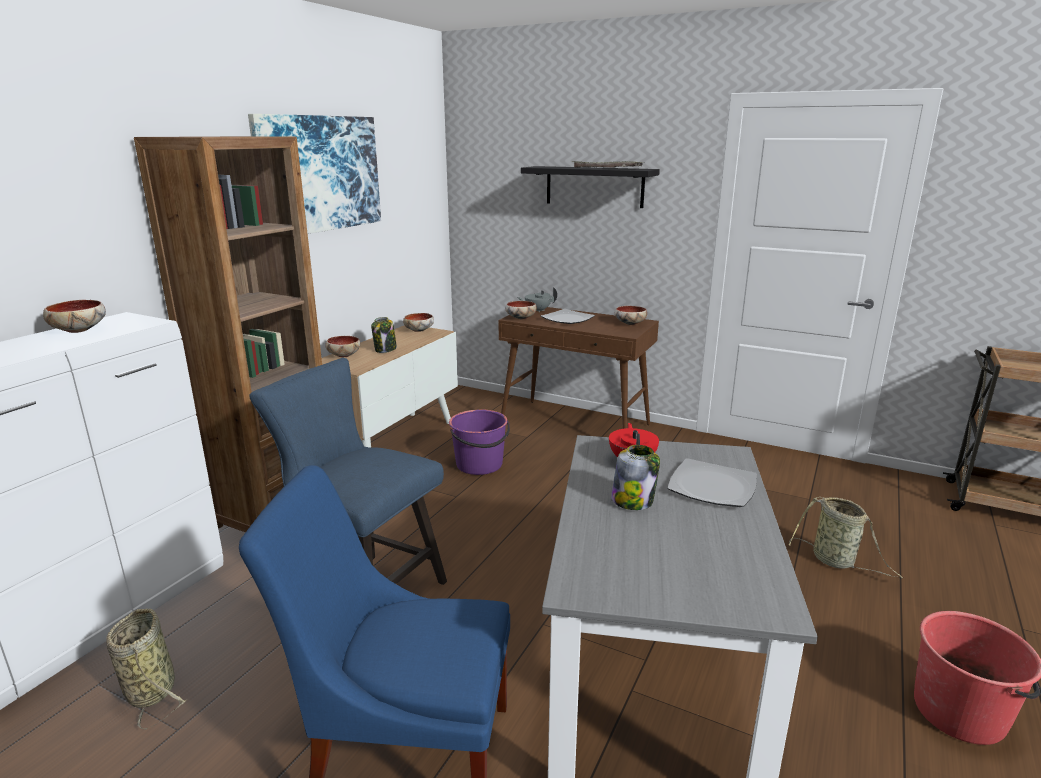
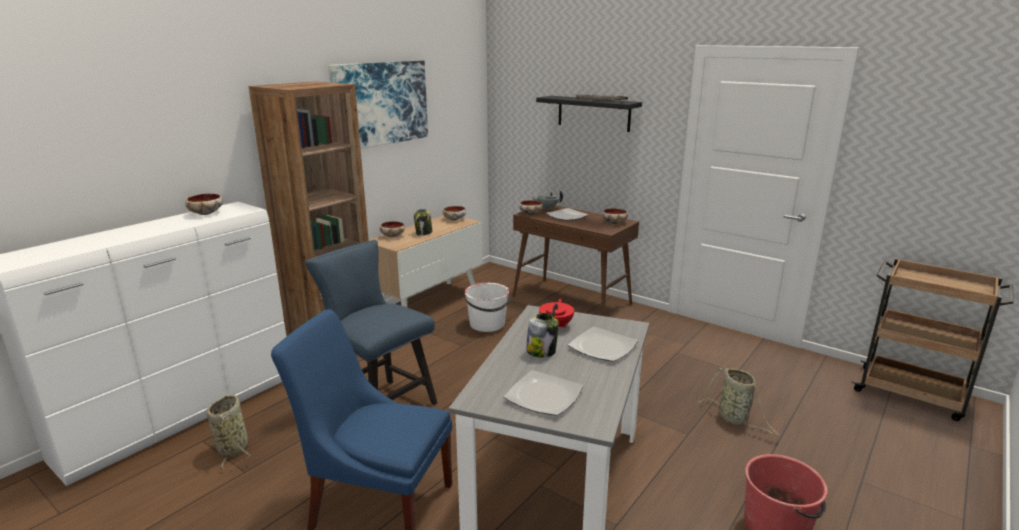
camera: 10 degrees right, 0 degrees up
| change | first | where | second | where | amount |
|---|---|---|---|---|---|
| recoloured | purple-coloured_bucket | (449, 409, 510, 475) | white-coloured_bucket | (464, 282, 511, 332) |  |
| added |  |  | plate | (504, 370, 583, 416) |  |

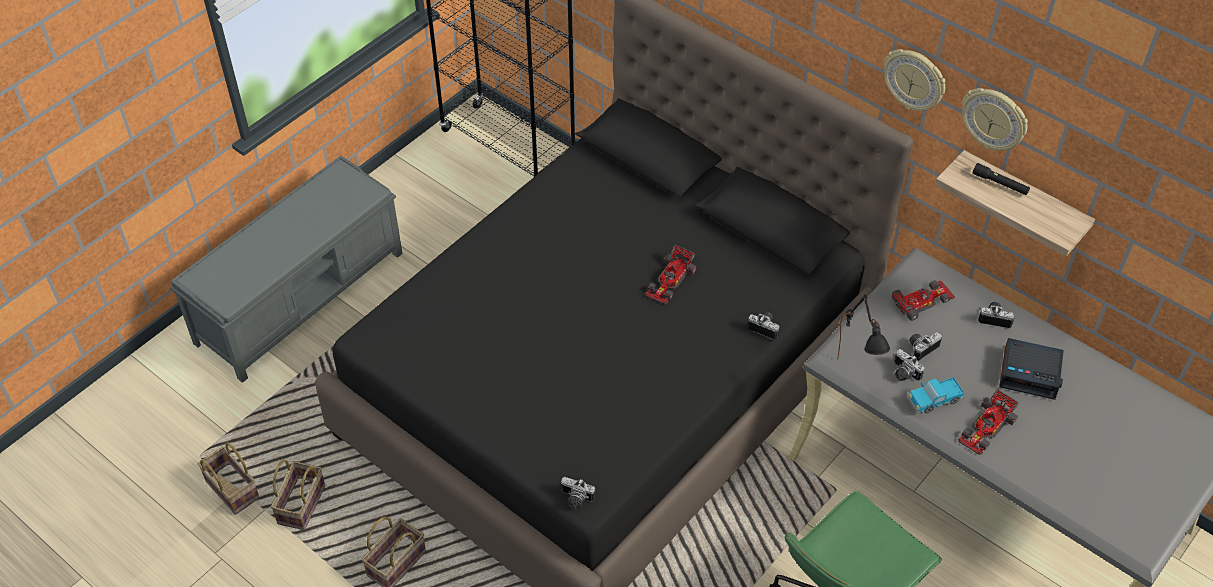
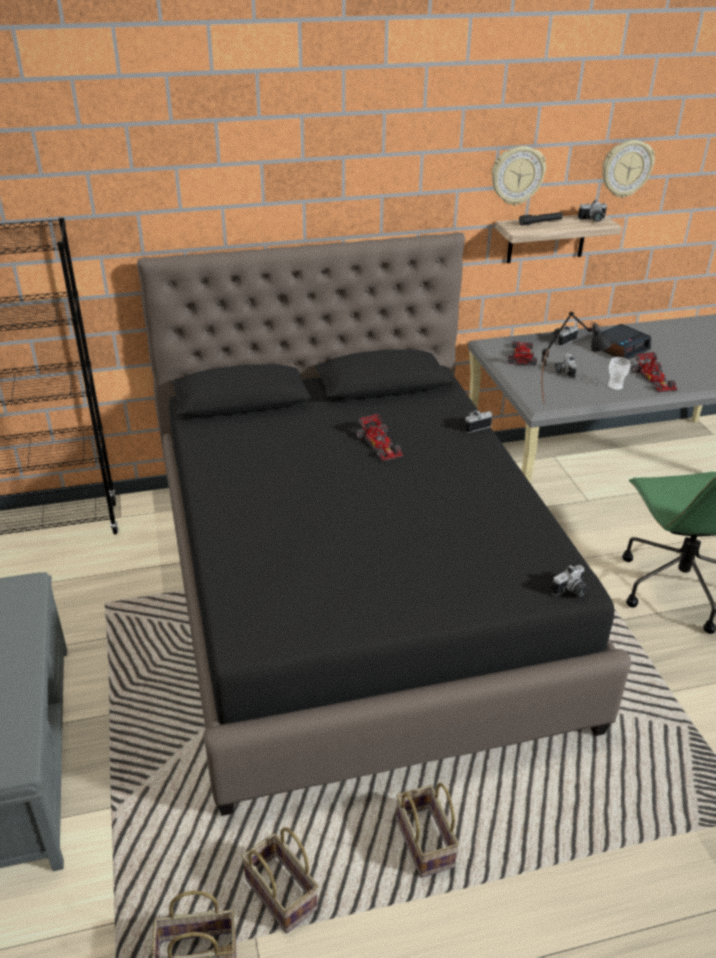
camera: 55 degrees left, 15 degrees down
| change | first | where | second | where | amount |
|---|---|---|---|---|---|
| moved | hanging_clock | (884, 49, 945, 111) |  | (603, 140, 655, 198) |  |
| moved | still_camera | (894, 349, 925, 381) |  | (578, 200, 607, 222) |  |
| replaced | model_truck | (908, 377, 964, 413) | cup | (608, 357, 630, 390) |  |

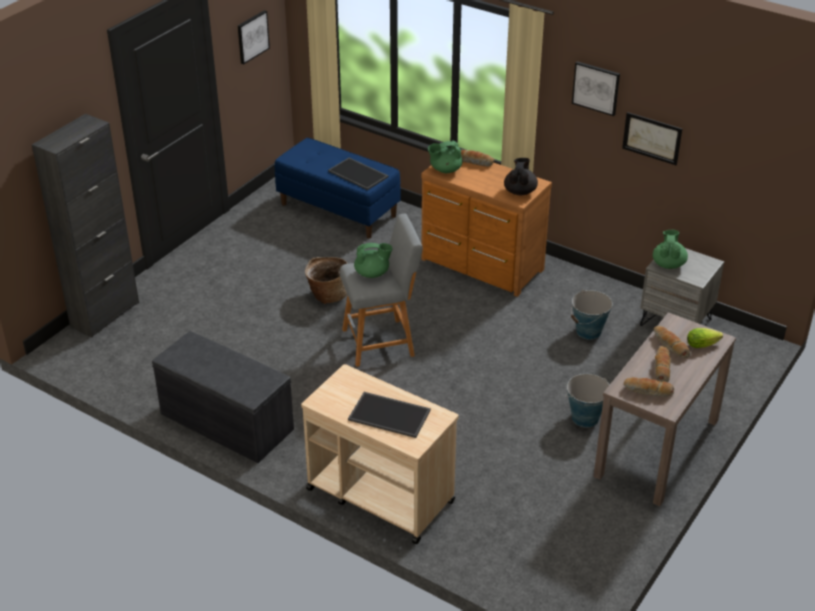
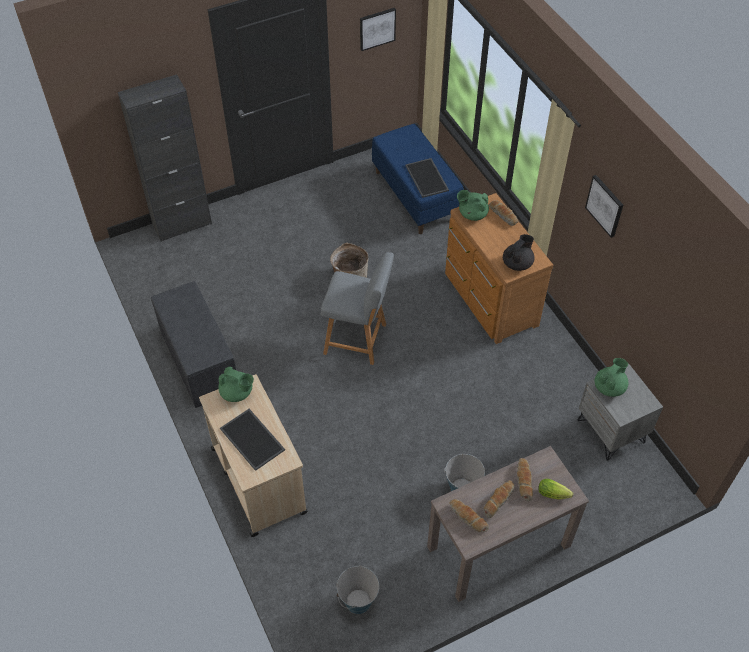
camera: 30 degrees right, 15 degrees up
| change | first | where | second | where | amount |
|---|---|---|---|---|---|
| removed | picture | (622, 112, 682, 165) |  |  |  |
| moved | green_teapot | (354, 243, 393, 278) |  | (218, 367, 254, 402) |  |
| moved | bucket | (571, 290, 612, 340) |  | (337, 566, 379, 614) |  |

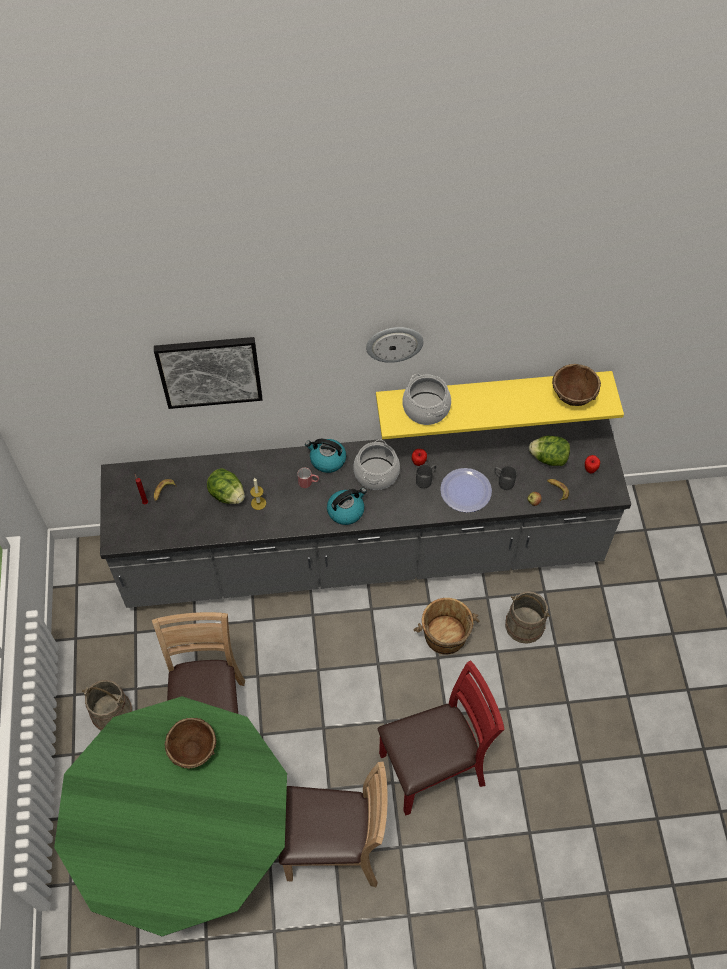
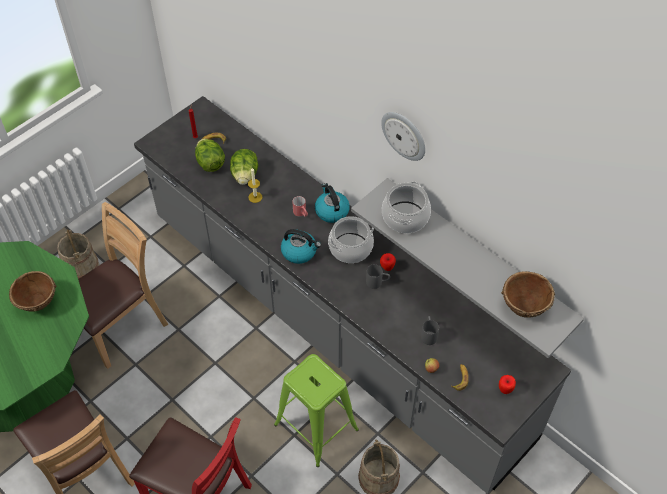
camera: 50 degrees right, 5 degrees down
| change | first | where | second | where | amount |
|---|---|---|---|---|---|
| removed | picture | (154, 337, 262, 409) |  |  |  |
| recoloured | yellowish_wall_shelf | (376, 371, 624, 439) | gray_wall_shelf | (351, 178, 584, 358) |  |
| moved | lettuce | (529, 436, 570, 466) |  | (195, 139, 225, 172) |  |
| removed | plate | (440, 468, 492, 512) |  |  |  |
| replaced | brown-coloured_bucket | (414, 598, 479, 655) | green_stool | (274, 354, 359, 467) |  |

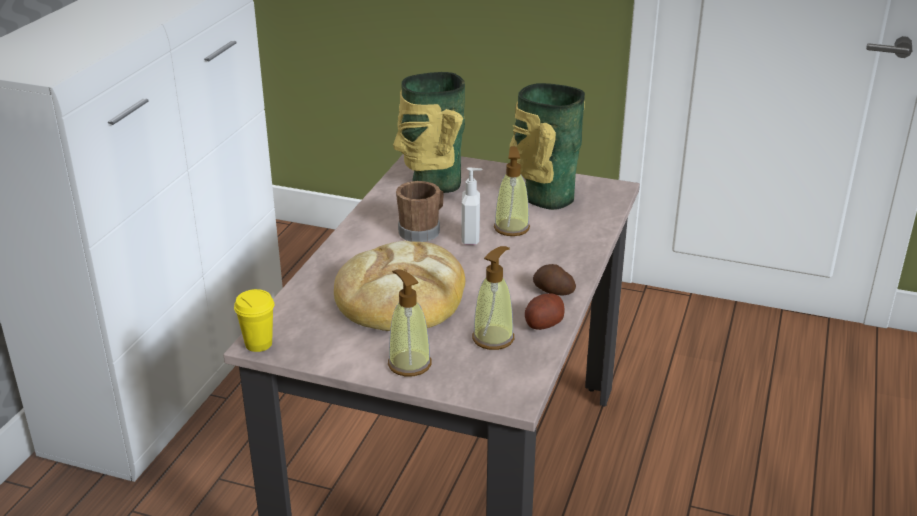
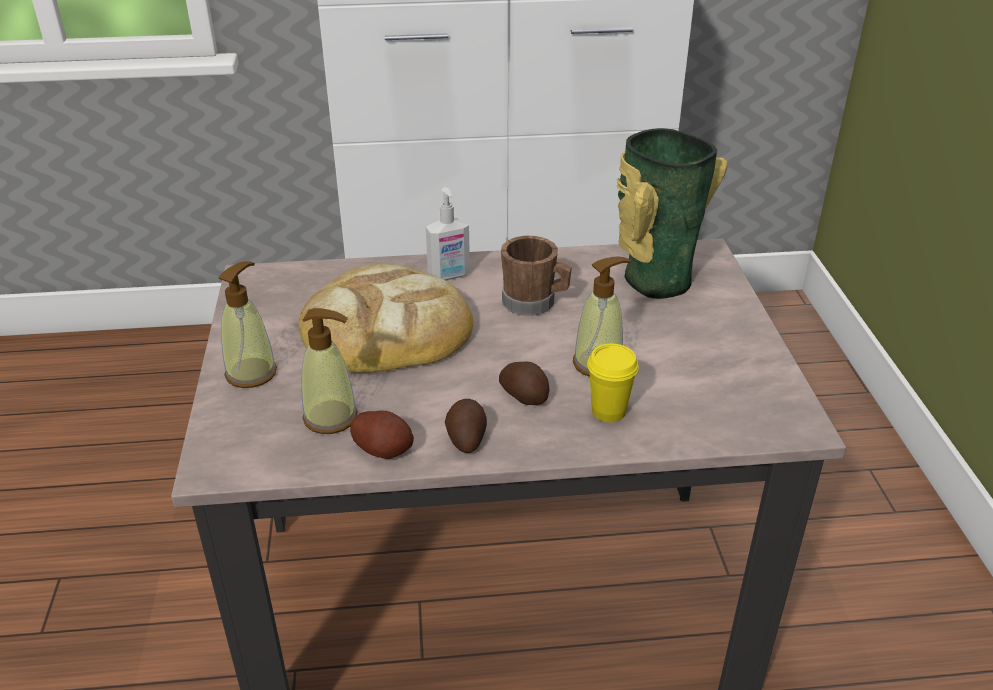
camera: 65 degrees right, 5 degrees up
| change | first | where | second | where | amount |
|---|---|---|---|---|---|
| removed | vase | (509, 83, 585, 210) |  |  |  |
| moved | liquid_soap_bottle | (462, 167, 482, 245) |  | (426, 187, 470, 280) |  |
| moved | yellowish_cup | (234, 289, 274, 352) |  | (587, 344, 639, 422) |  |
| added |  |  | whole_potato | (499, 361, 549, 405) |  |

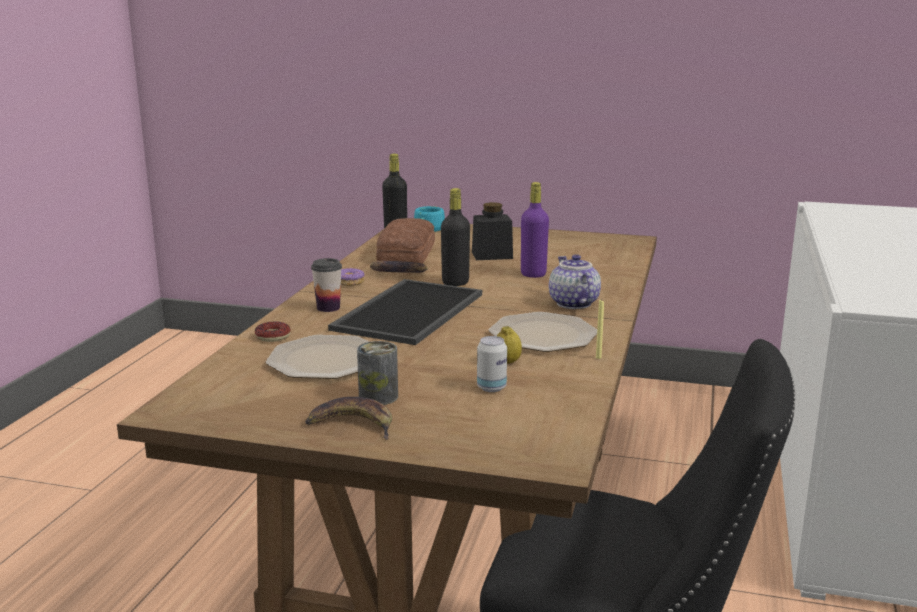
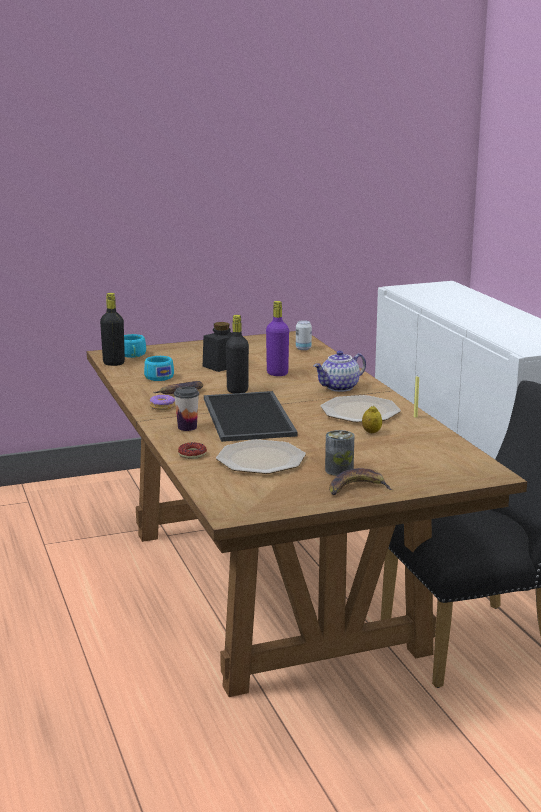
camera: 35 degrees left, 0 degrees up
| change | first | where | second | where | amount |
|---|---|---|---|---|---|
| replaced | bakery_bread | (376, 218, 435, 264) | blue-green_cup | (144, 356, 174, 381) |  |
| turned | teapot | (549, 254, 601, 309) |  | (313, 350, 366, 392) | 75 degrees counterclockwise |
| moved | metal_can | (477, 336, 507, 392) |  | (296, 320, 312, 350) |  |

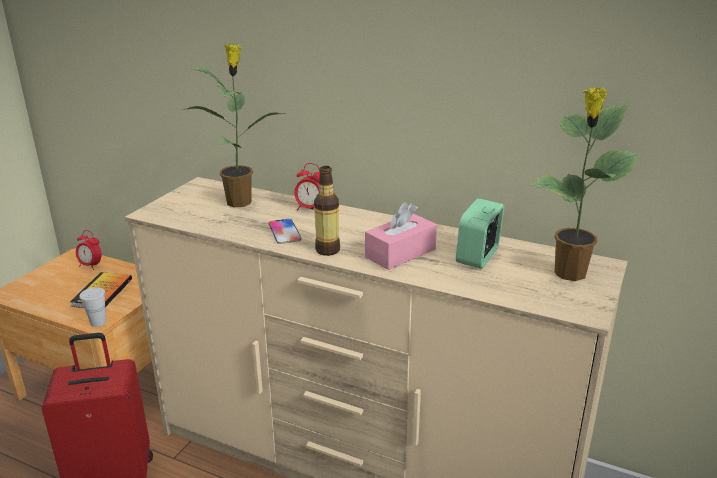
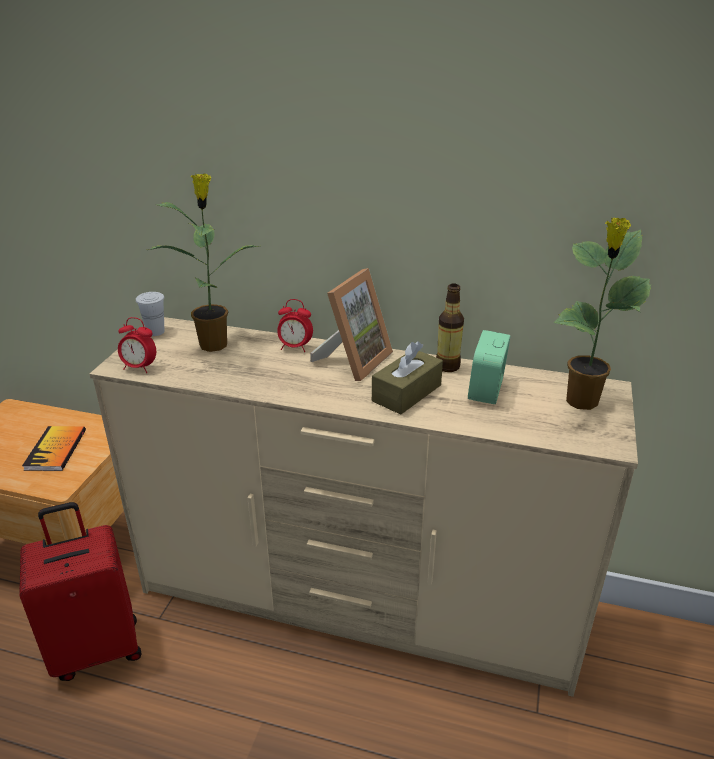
camera: 10 degrees left, 5 degrees up
| change | first | where | second | where | amount |
|---|---|---|---|---|---|
| moved | beverage_bottle | (314, 166, 340, 256) |  | (436, 283, 464, 372) |  |
| recoloured | pink_tissue_holder | (365, 203, 437, 270) | brown-coloured_tissue_holder | (372, 341, 443, 415) |  |
| removed | handset | (269, 219, 301, 244) |  |  |  |
| moved | table_clock | (76, 230, 102, 270) |  | (118, 317, 156, 373) |  |
| moved | white-coloured_cup | (79, 287, 106, 327) |  | (136, 292, 165, 336) |  |
| added |  |  | standing_frame | (310, 268, 393, 381) |  |

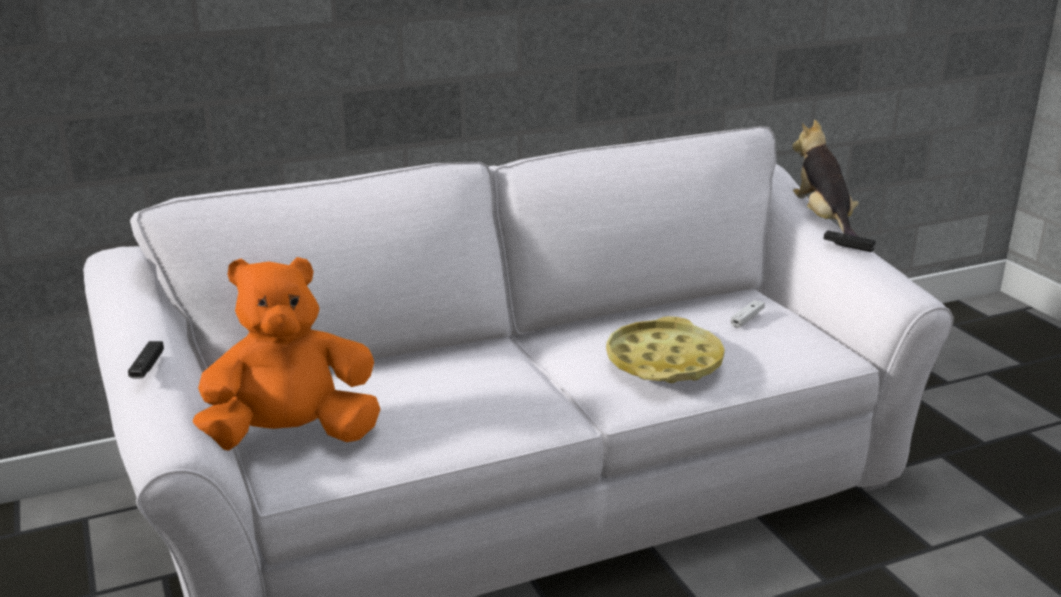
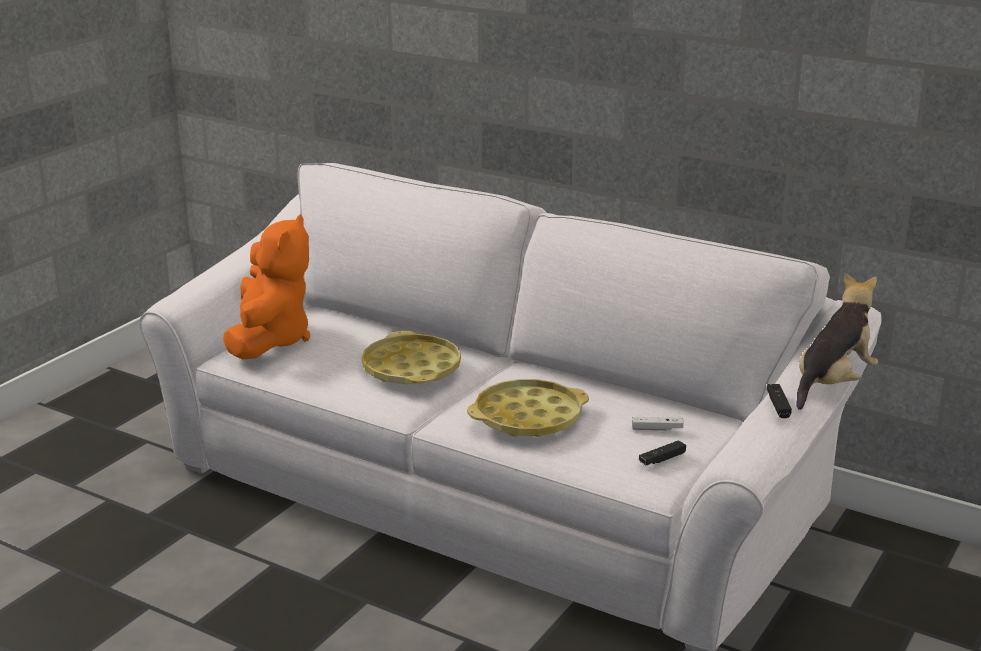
camera: 55 degrees right, 0 degrees up
| change | first | where | second | where | amount |
|---|---|---|---|---|---|
| turned | orange_cuddly_toy | (193, 257, 381, 450) |  | (223, 214, 310, 360) | 60 degrees clockwise |
| moved | black_gamepad | (128, 341, 164, 378) |  | (639, 440, 686, 465) |  |
| added |  |  | yellowish_serving_tray | (362, 331, 461, 384) |  |

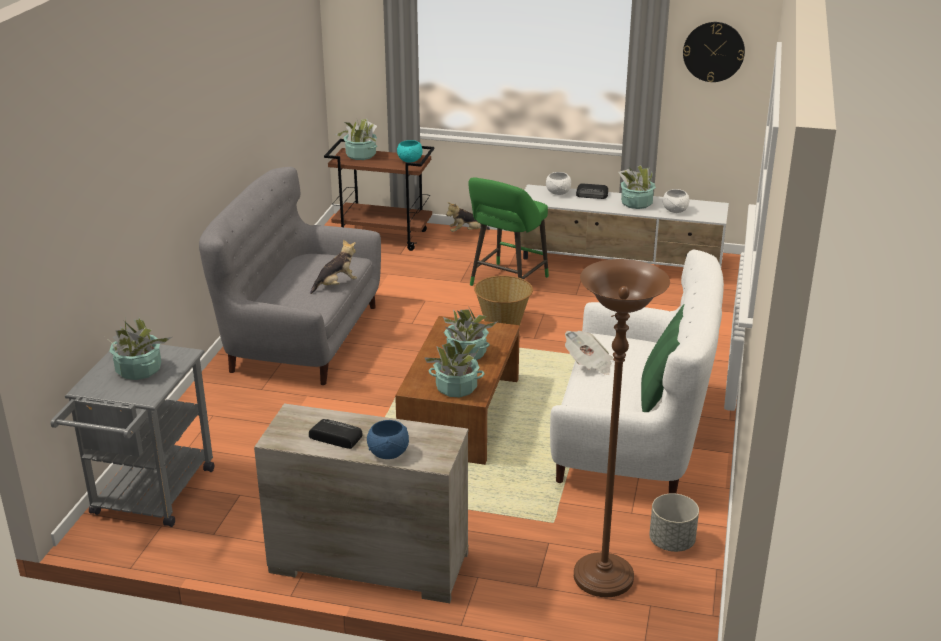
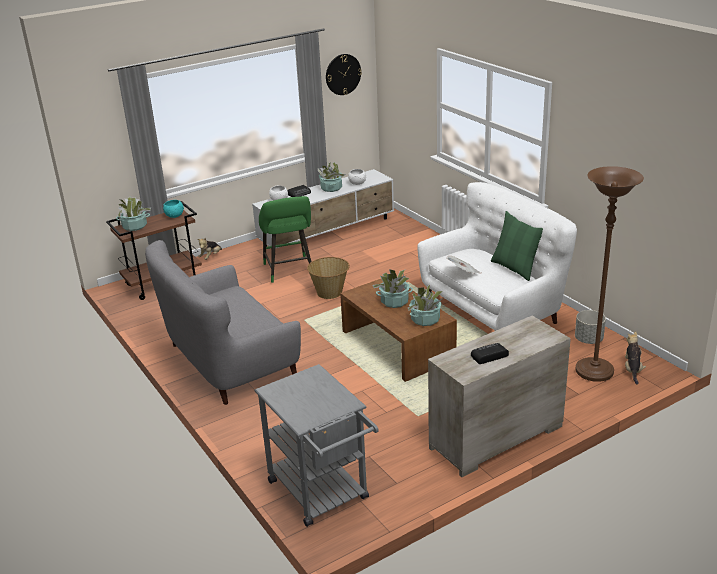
camera: 45 degrees left, 0 degrees up
| change | first | where | second | where | amount |
|---|---|---|---|---|---|
| moved | cuddly_toy | (310, 239, 357, 294) |  | (625, 331, 646, 385) |  |
| removed | plant_in_a_pot | (105, 318, 172, 380) |  |  |  |
| removed | bluish_bowl | (367, 420, 409, 459) |  |  |  |

